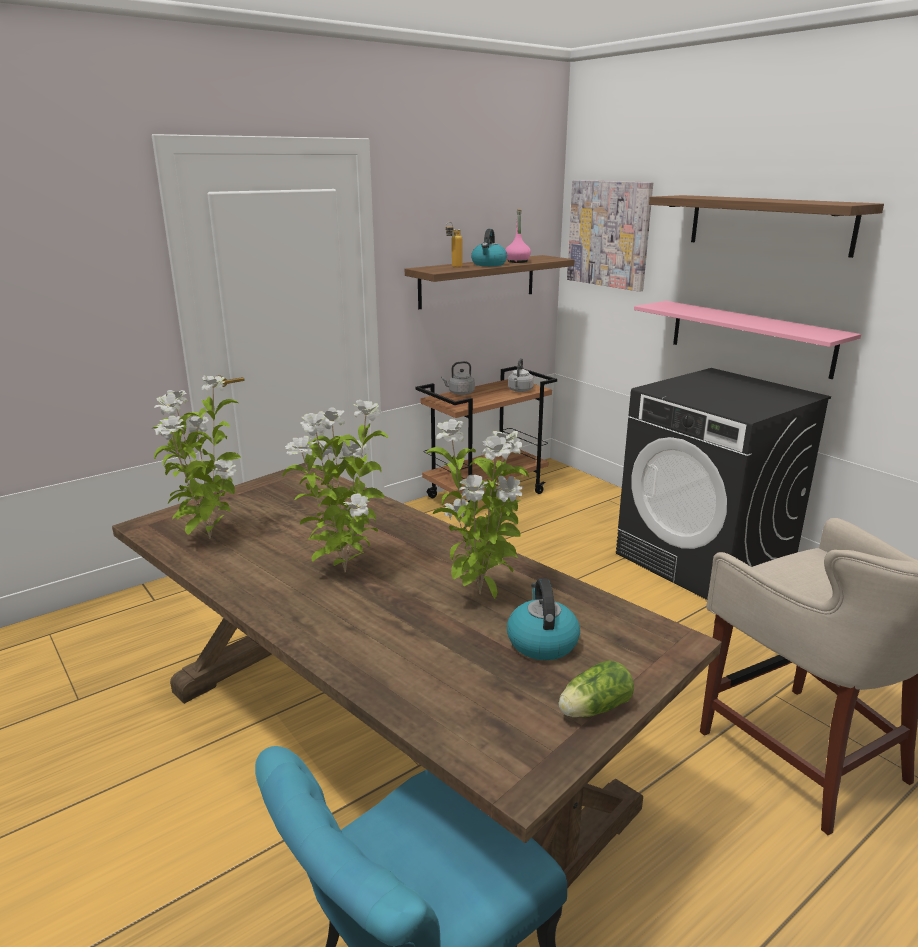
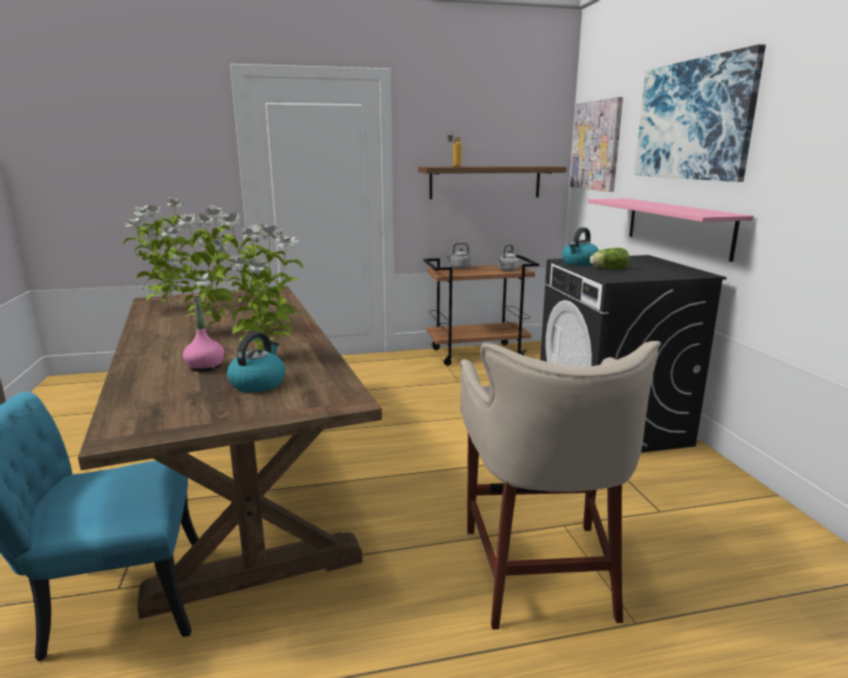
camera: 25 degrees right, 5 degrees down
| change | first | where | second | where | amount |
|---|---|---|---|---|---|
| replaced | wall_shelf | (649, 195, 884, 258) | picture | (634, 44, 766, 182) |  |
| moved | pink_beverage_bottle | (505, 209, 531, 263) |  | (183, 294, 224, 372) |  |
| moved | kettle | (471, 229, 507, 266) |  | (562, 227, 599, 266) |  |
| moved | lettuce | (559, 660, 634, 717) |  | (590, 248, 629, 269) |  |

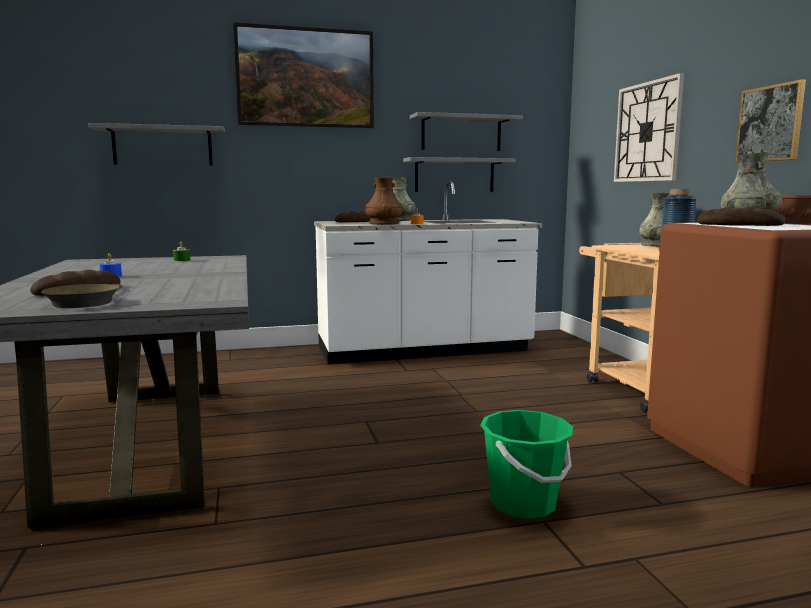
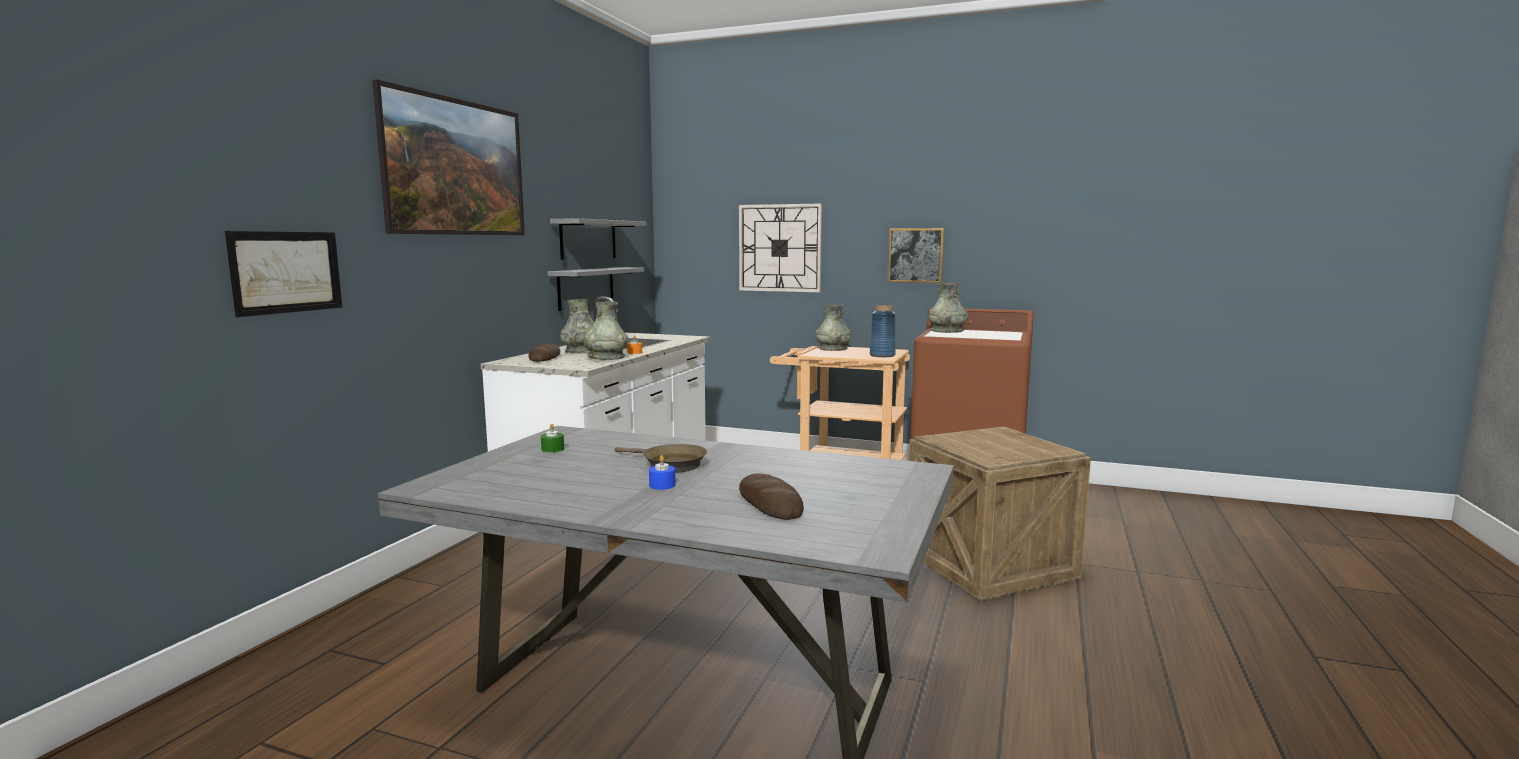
camera: 55 degrees left, 0 degrees up
| change | first | where | second | where | amount |
|---|---|---|---|---|---|
| replaced | gray_wall_shelf | (88, 123, 225, 165) | picture | (225, 231, 342, 317) |  |
| recoloured | brown-coloured_vase | (365, 177, 403, 225) | gray_vase | (583, 301, 629, 360) |  |
| removed | bakery_bread | (697, 207, 785, 226) |  |  |  |
| moved | brown-coloured_skillet | (41, 284, 122, 308) |  | (615, 444, 707, 473) |  |
| replaced | green_bucket | (480, 410, 573, 519) | shipping_crate | (909, 427, 1091, 601) |  |

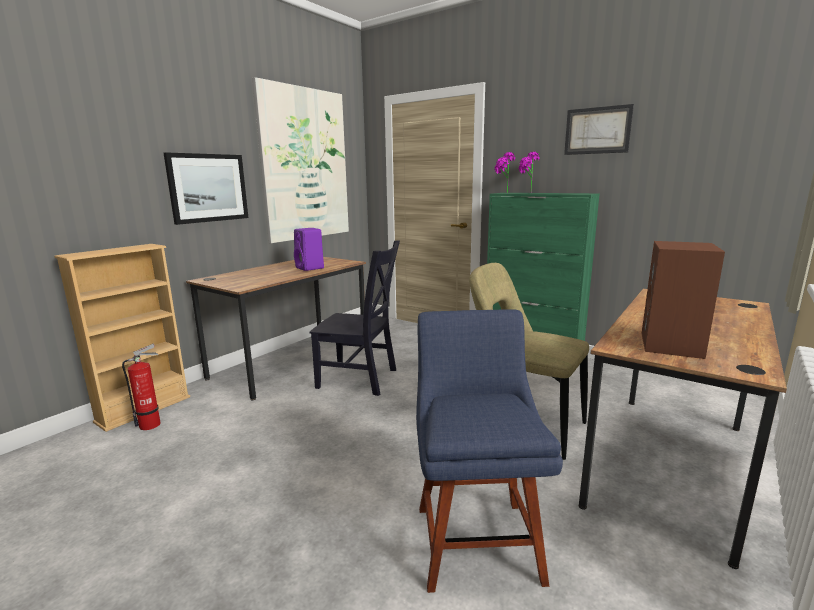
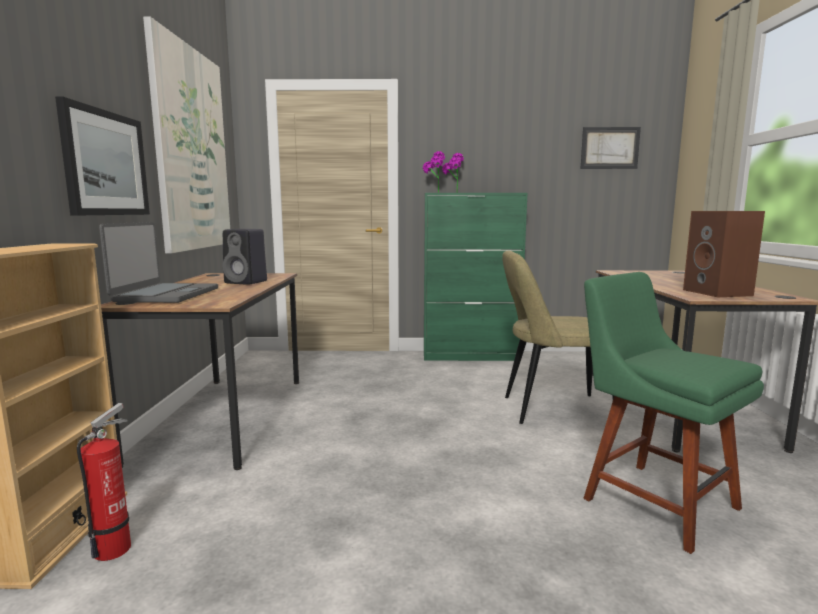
camera: 35 degrees left, 5 degrees down
| change | first | where | second | where | amount |
|---|---|---|---|---|---|
| moved | picture | (564, 104, 634, 155) |  | (581, 127, 641, 169) |  |
| recoloured | purple-coloured_audio_speaker | (294, 228, 324, 271) | black_audio_speaker | (223, 229, 267, 285) |  |
| removed | black_chair | (310, 241, 400, 396) |  |  |  |
| recoloured | bluish_chair | (416, 309, 563, 593) | green_chair | (583, 272, 764, 554) |  |
| added |  |  | notebook_computer | (99, 222, 218, 303) |  |

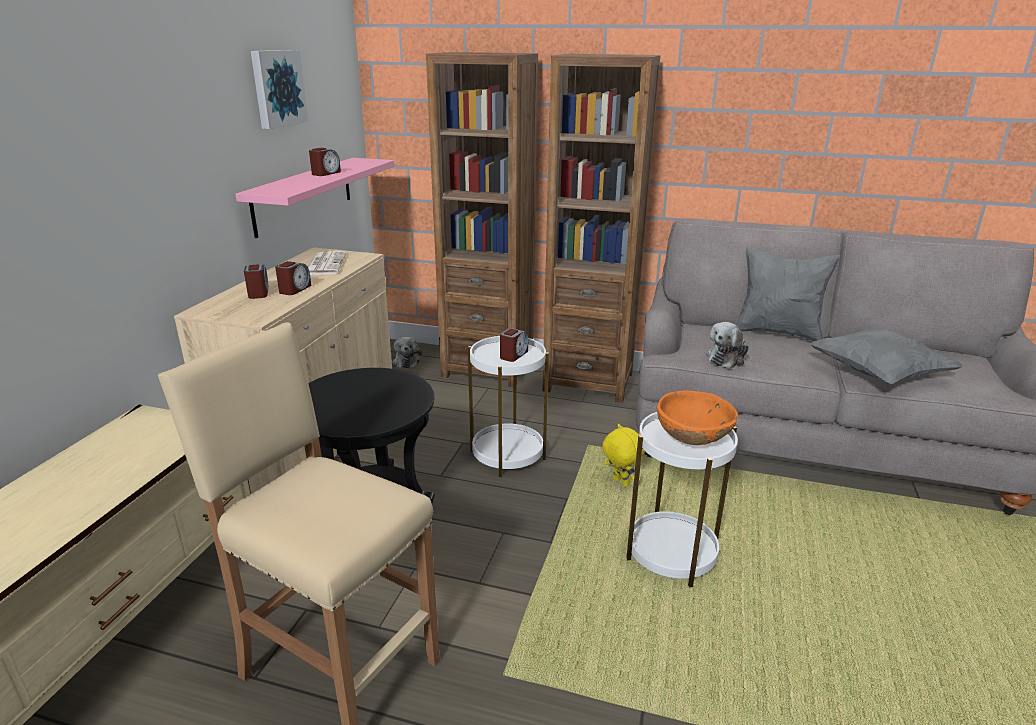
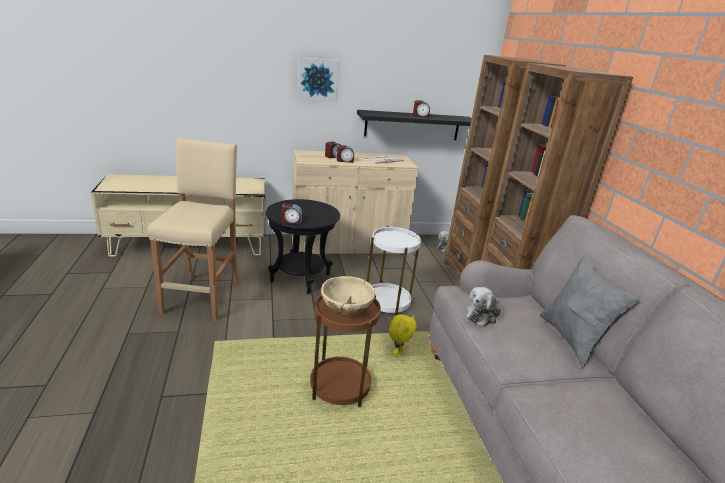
camera: 60 degrees right, 0 degrees up
| change | first | where | second | where | amount |
|---|---|---|---|---|---|
| moved | picture | (251, 50, 308, 129) |  | (298, 57, 339, 102) |  |
| recoloured | pink_wall_shelf | (235, 158, 394, 238) | black_wall_shelf | (357, 110, 472, 140) |  |
| turned | cuddly_toy | (707, 322, 749, 369) |  | (466, 287, 501, 327) | 60 degrees counterclockwise |
| moved | table_clock | (500, 328, 528, 362) |  | (281, 203, 302, 224) |  |
| removed | gray_cushion | (809, 329, 964, 384) |  |  |  |
| recoloured | orange_bowl | (657, 390, 738, 445) | beige_bowl | (321, 276, 375, 315) |  |
| recoloured | white-coloured_end_table | (626, 412, 738, 587) | brown-coloured_end_table | (310, 295, 381, 407) |  |

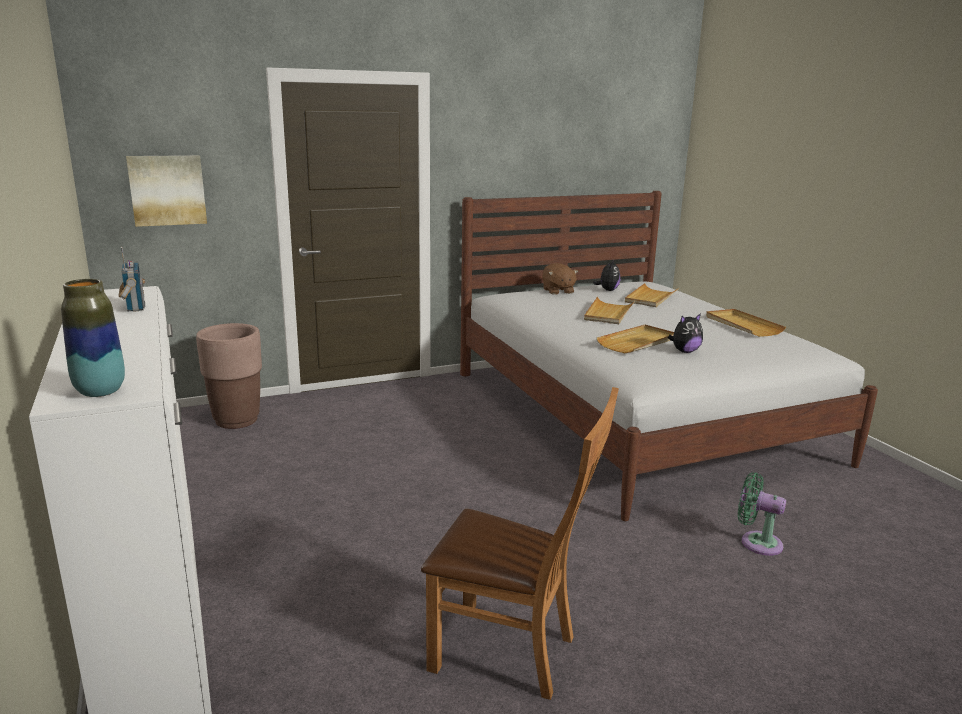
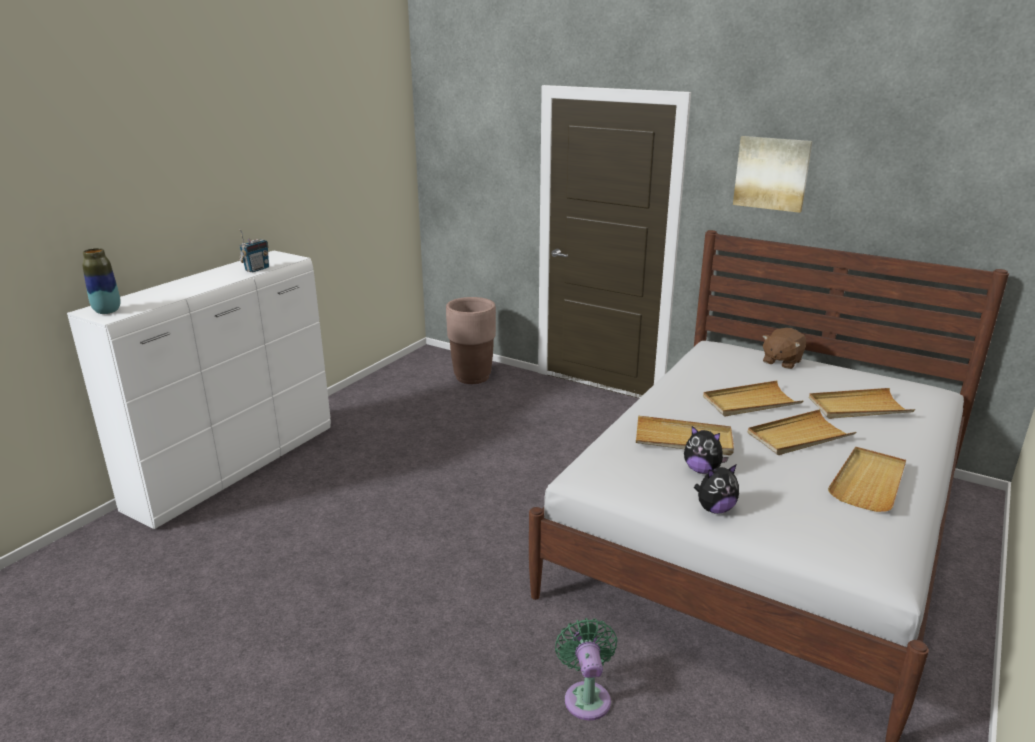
camera: 55 degrees right, 5 degrees up
| change | first | where | second | where | amount |
|---|---|---|---|---|---|
| moved | picture | (126, 155, 207, 227) |  | (733, 136, 812, 213) |  |
| moved | cuddly_toy | (593, 260, 620, 291) |  | (694, 464, 739, 514) |  |
| removed | brown-coloured_chair | (421, 387, 619, 700) |  |  |  |
| added |  |  | beige_serving_tray | (748, 409, 856, 455) |  |

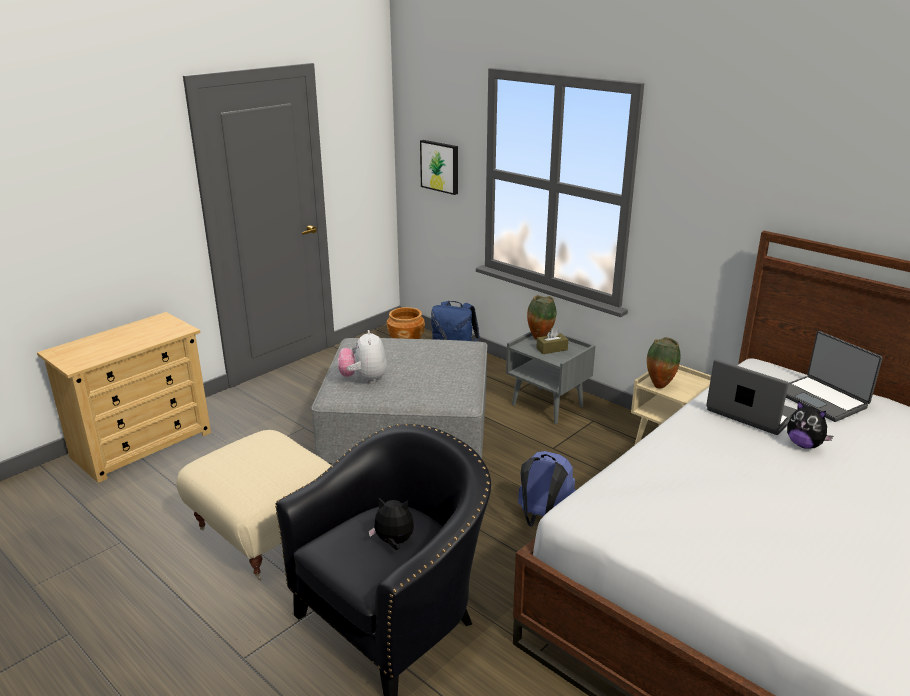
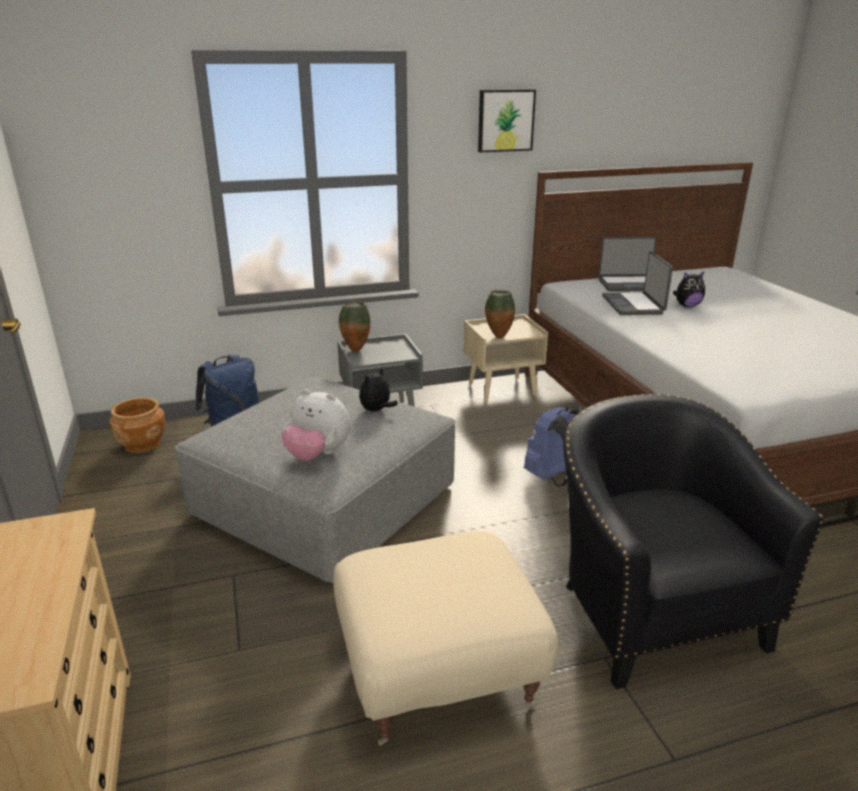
camera: 60 degrees left, 0 degrees up
| change | first | where | second | where | amount |
|---|---|---|---|---|---|
| moved | picture | (420, 140, 458, 195) |  | (478, 89, 536, 152) |  |
| removed | brown-coloured_tissue_holder | (536, 328, 568, 354) |  |  |  |
| turned | notebook_computer | (706, 359, 797, 435) |  | (602, 251, 673, 315) | 75 degrees counterclockwise |
| moved | cuddly_toy | (368, 498, 414, 550) |  | (359, 367, 398, 412) |  |

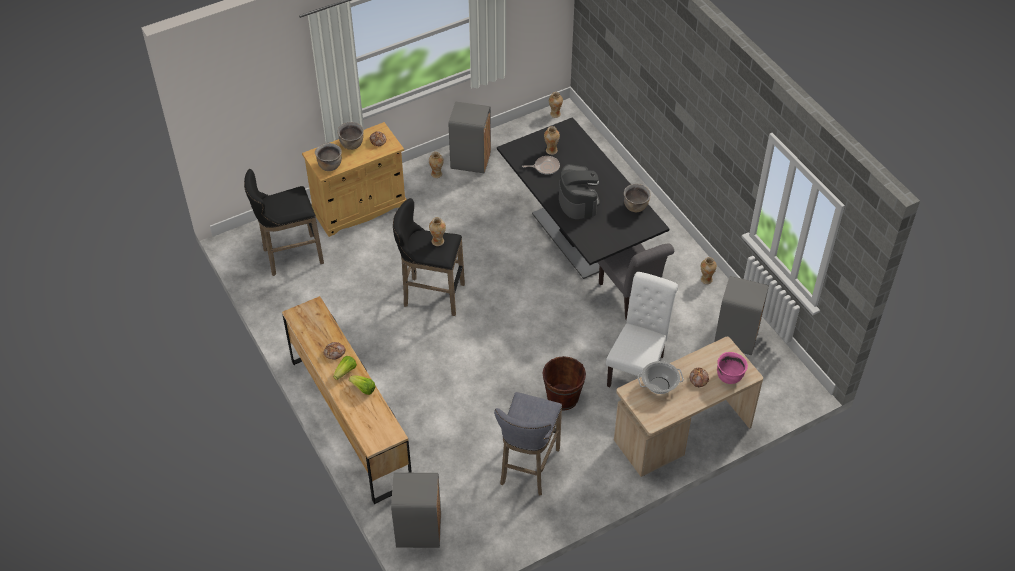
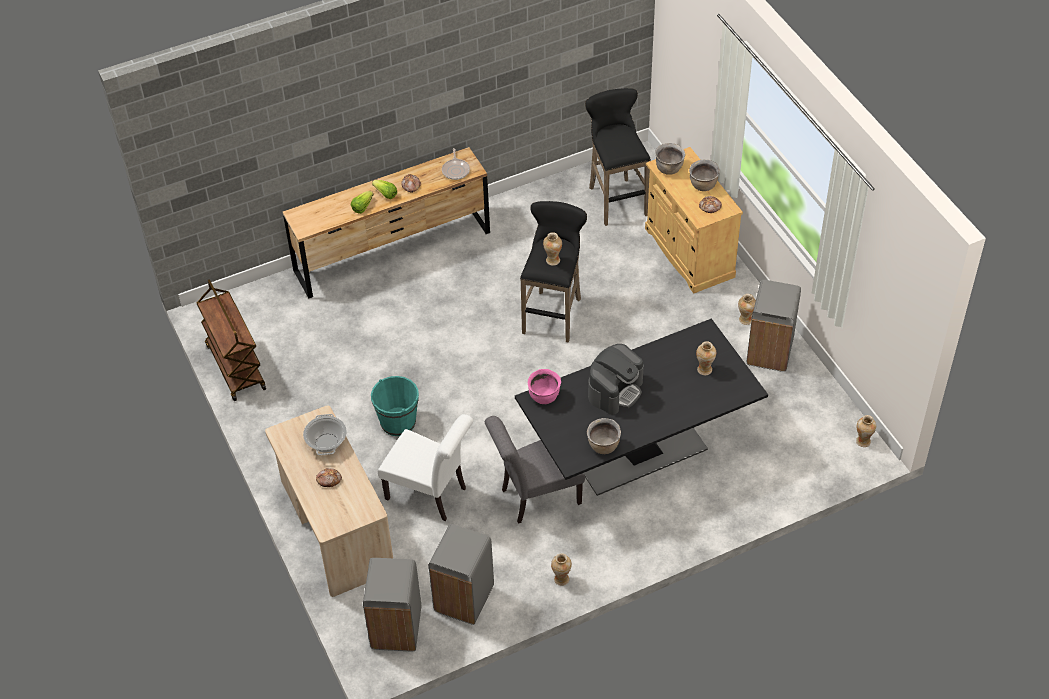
camera: 95 degrees right, 0 degrees up
| change | first | where | second | where | amount |
|---|---|---|---|---|---|
| moved | skillet | (522, 156, 560, 175) |  | (442, 148, 470, 180) |  |
| turned | coffee_brewer | (559, 164, 600, 219) |  | (588, 344, 644, 415) | 45 degrees counterclockwise |
| moved | pink_stockpot | (717, 352, 748, 384) |  | (528, 369, 561, 404) |  |
| recoloured | brown-coloured_bucket | (543, 356, 586, 411) | blue-green_bucket | (371, 376, 419, 436) |  |
| removed | gray_stool | (494, 392, 562, 495) |  |  |  |
| moved | gray_rubbish_bin | (391, 472, 441, 548) |  | (363, 558, 421, 651) |  |
| added |  |  | brown-coloured_cart | (197, 279, 266, 401) |  |

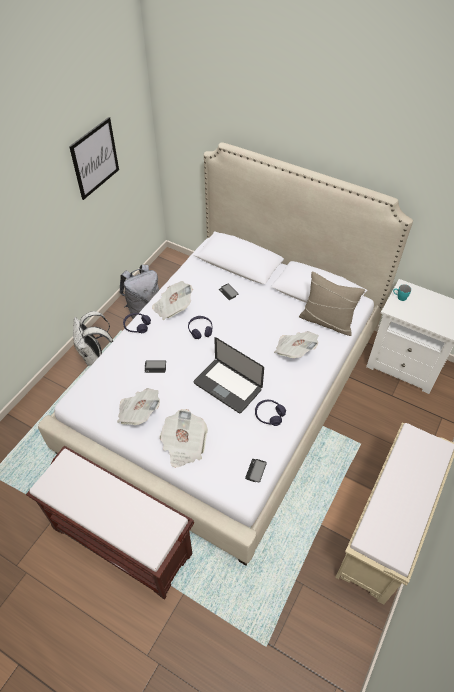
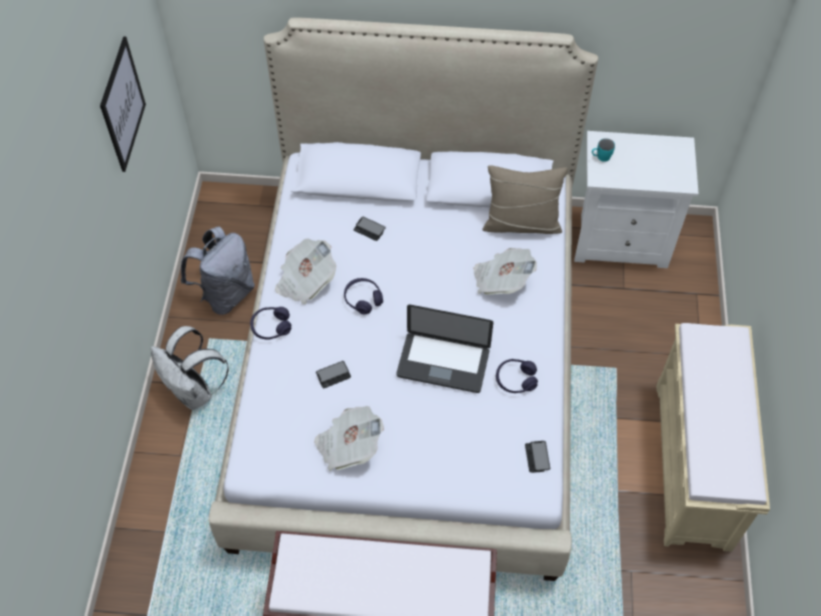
camera: 25 degrees left, 5 degrees up
| change | first | where | second | where | amount |
|---|---|---|---|---|---|
| removed | newspaper | (160, 409, 208, 468) |  |  |  |

